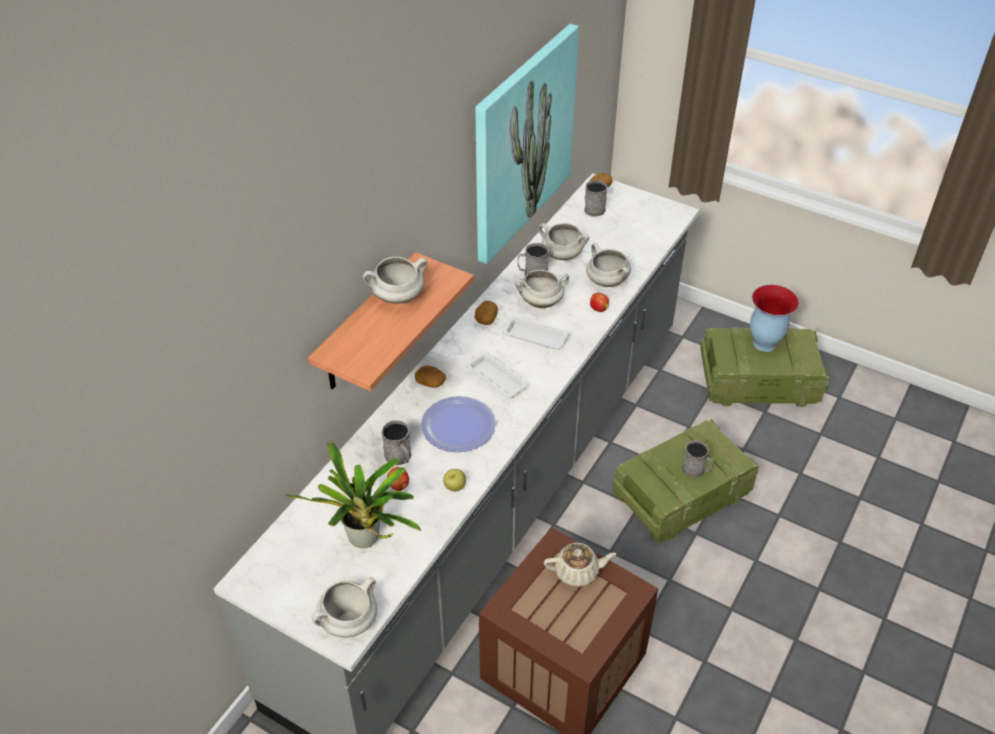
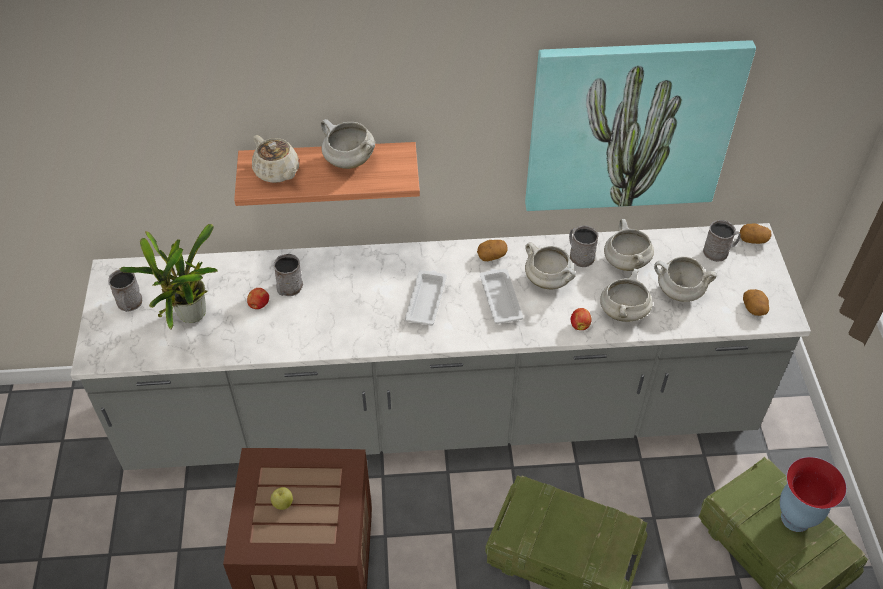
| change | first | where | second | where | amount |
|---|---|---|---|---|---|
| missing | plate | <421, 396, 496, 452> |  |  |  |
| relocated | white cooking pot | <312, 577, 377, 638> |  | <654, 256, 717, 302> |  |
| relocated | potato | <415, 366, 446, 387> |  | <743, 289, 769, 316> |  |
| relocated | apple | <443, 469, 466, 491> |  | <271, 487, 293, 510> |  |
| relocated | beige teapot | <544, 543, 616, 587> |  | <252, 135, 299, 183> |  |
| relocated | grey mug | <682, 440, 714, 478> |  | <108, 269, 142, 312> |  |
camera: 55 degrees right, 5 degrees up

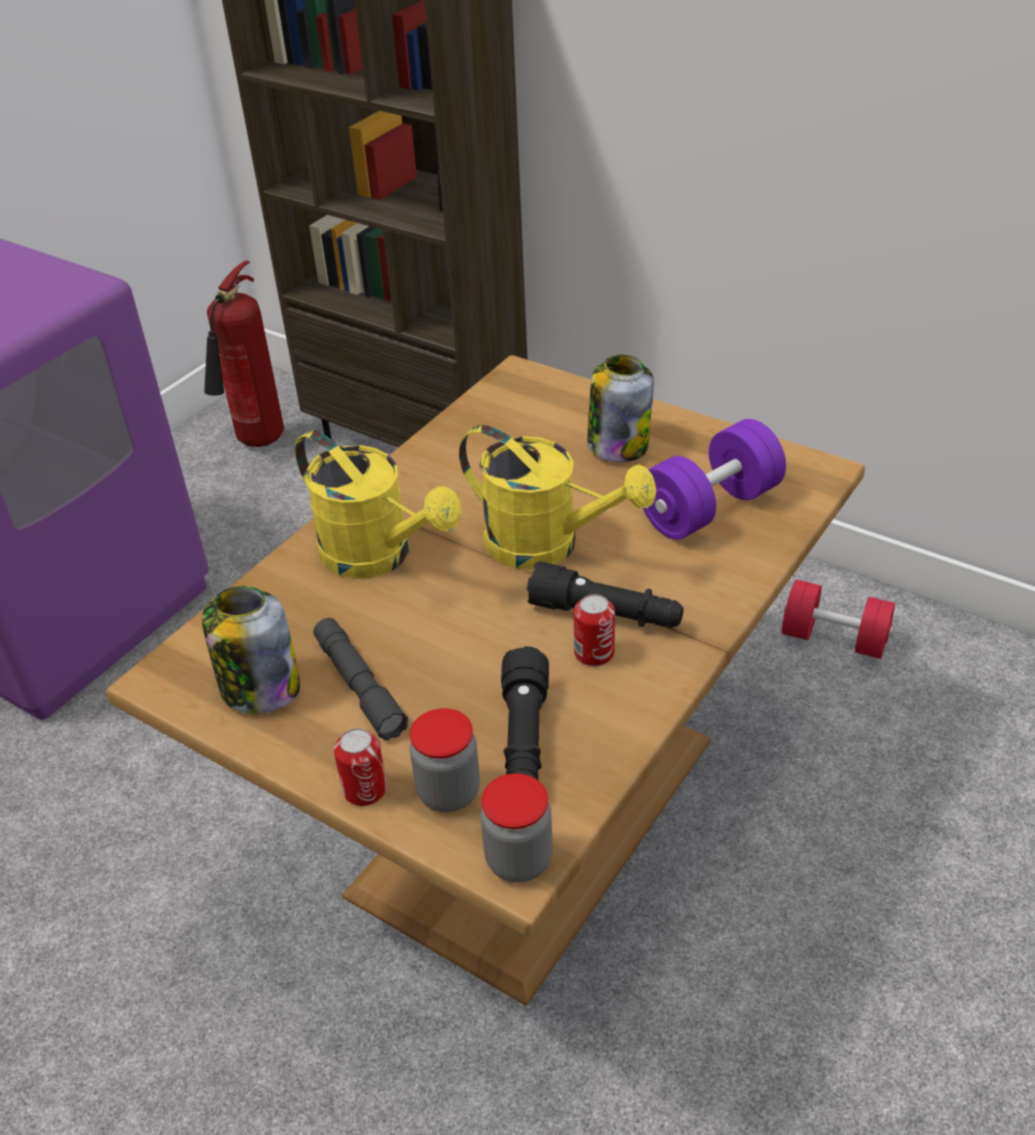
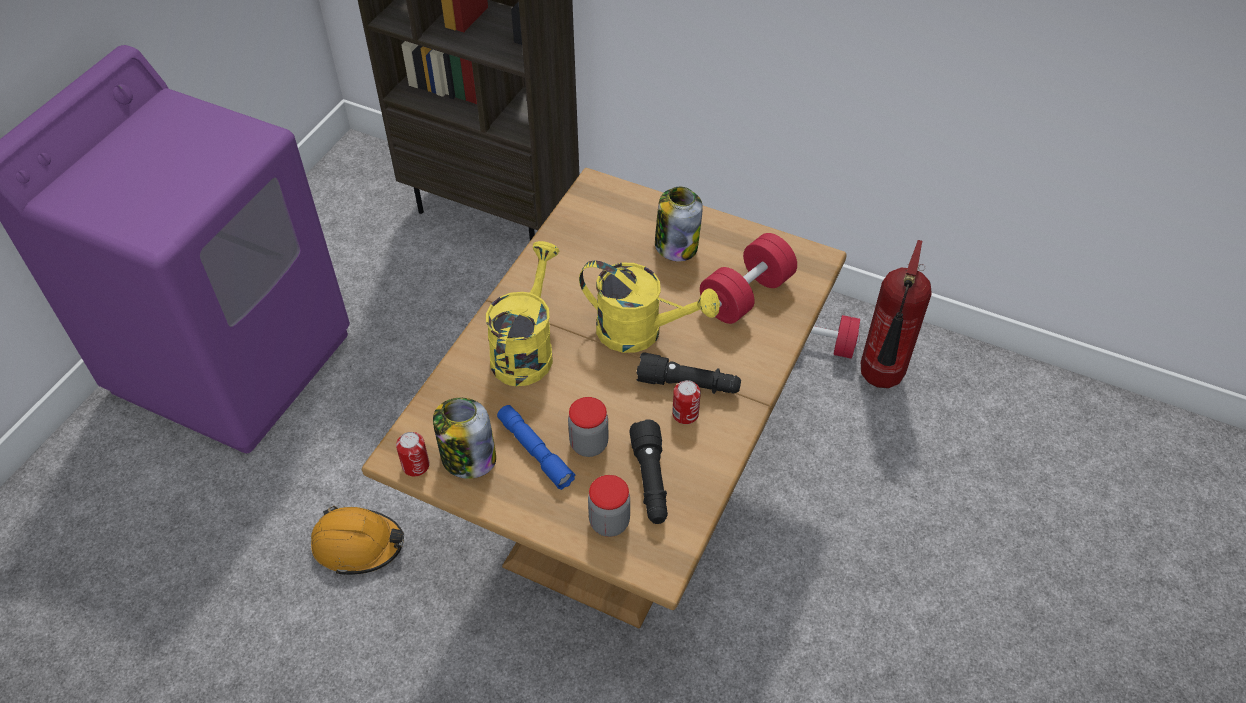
| change | first | where | second | where | amount |
|---|---|---|---|---|---|
| appeared |  |  | orange hard hat | <311, 506, 404, 575> |  |
| relocated | fire extinguisher | <204, 261, 284, 447> |  | <861, 240, 932, 388> |  |
| relocated | can | <334, 728, 387, 806> |  | <396, 432, 430, 477> |  |
| relocated | jar | <480, 773, 553, 882> |  | <568, 397, 609, 457> |  |
| colour | grey flashlight | <313, 618, 408, 740> | blue flashlight | <497, 405, 575, 490> |  |
| colour | purple dumbbell | <643, 419, 786, 540> | red dumbbell | <700, 233, 797, 324> |  |
| spun | yellow watering can | <295, 430, 462, 579> |  | <486, 241, 559, 386> | 105 degrees counterclockwise |
camera: 10 degrees left, 10 degrees up

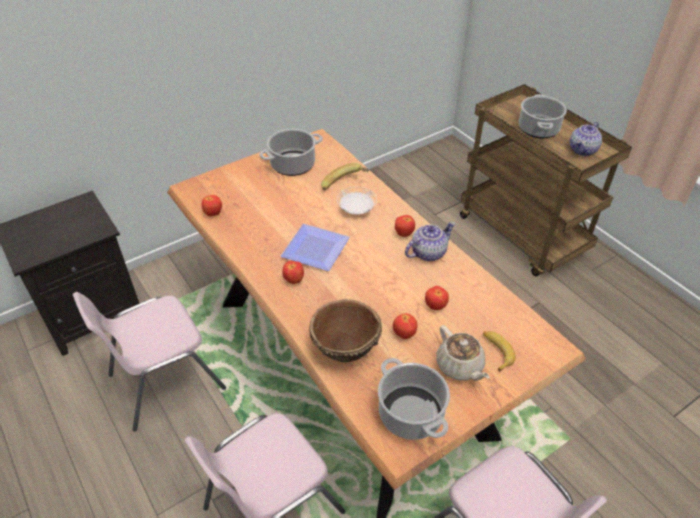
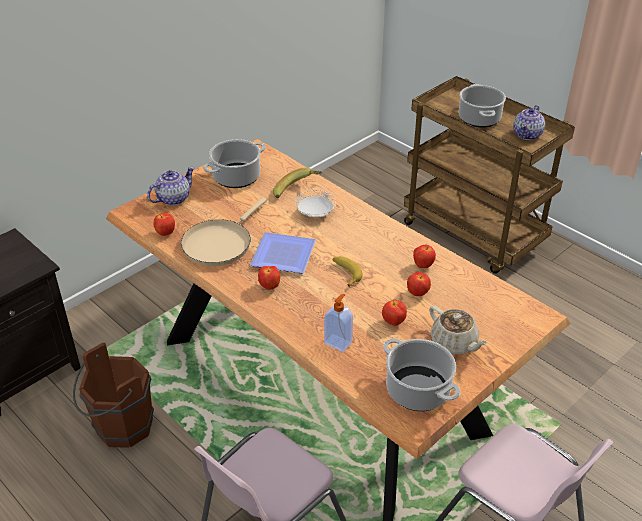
| change | first | where | second | where | amount |
|---|---|---|---|---|---|
| appeared |  |  | beige frying pan | <181, 198, 267, 266> |  |
| relocated | apple | <395, 215, 415, 237> |  | <413, 245, 436, 268> |  |
| relocated | teapot | <405, 222, 455, 261> |  | <147, 167, 195, 205> |  |
| relocated | banana | <483, 331, 516, 372> |  | <333, 256, 363, 287> |  |
| exchanged | pink chair | <73, 292, 226, 431> | brown bucket | <73, 343, 154, 448> |  |
| exchanged | brown bowl | <309, 299, 382, 362> | soap dispenser | <324, 294, 353, 352> |  |
camera: 10 degrees left, 5 degrees down

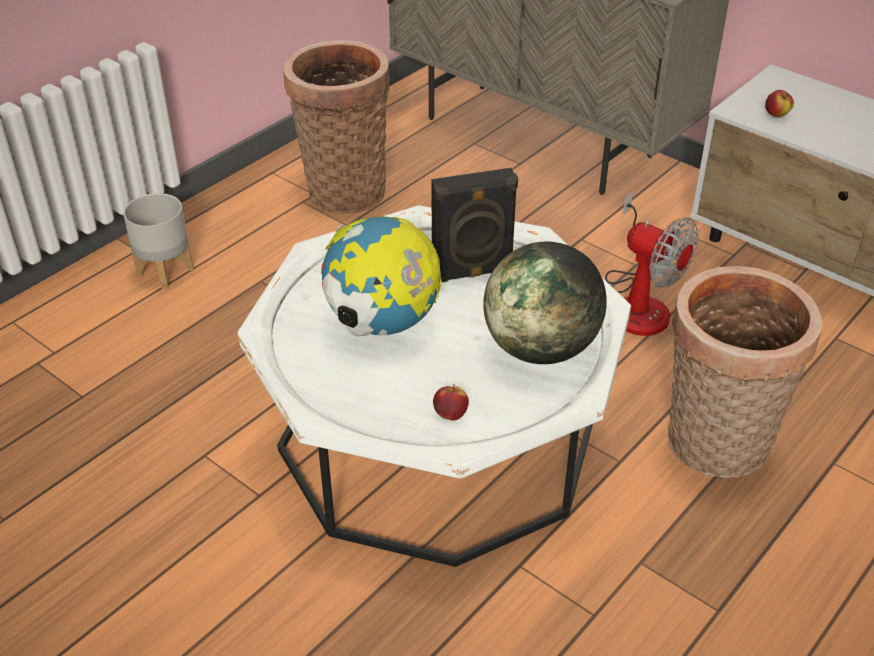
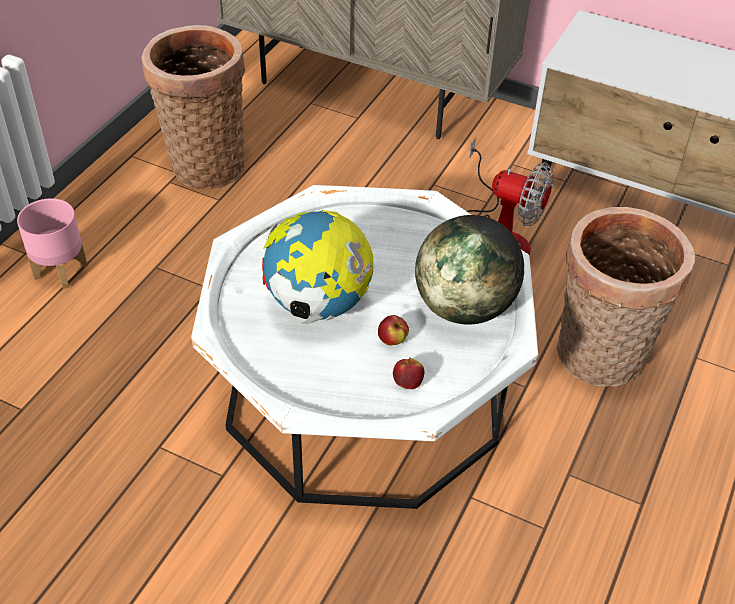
| change | first | where | second | where | amount |
|---|---|---|---|---|---|
| missing | black speaker | <432, 168, 518, 283> |  |  |  |
| relocated | apple | <765, 90, 794, 117> |  | <378, 315, 409, 346> |  |
| colour | grey planter | <123, 193, 193, 289> | pink planter | <17, 198, 88, 289> |  |
camera: 15 degrees left, 5 degrees up

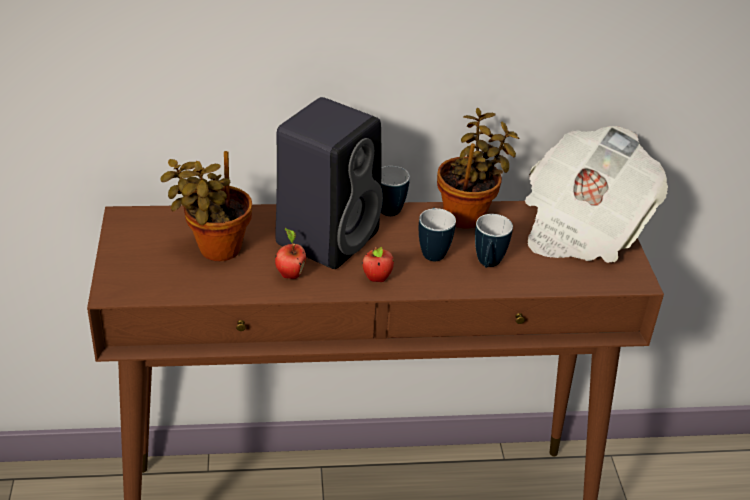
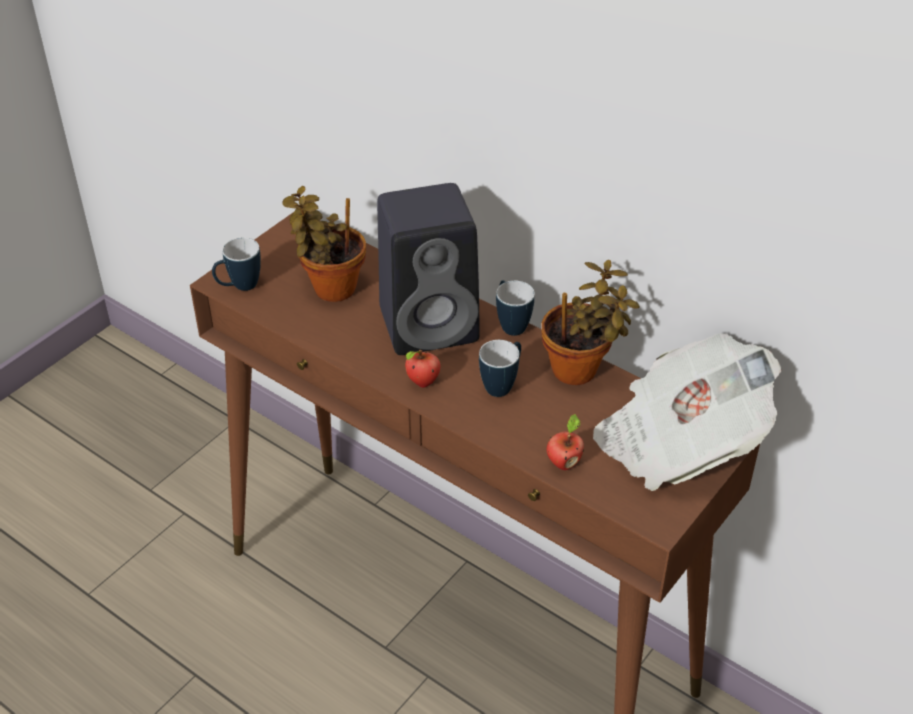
| change | first | where | second | where | amount |
|---|---|---|---|---|---|
| relocated | apple | <275, 228, 306, 279> |  | <547, 414, 584, 470> |  |
| relocated | mug | <475, 214, 513, 268> |  | <212, 237, 261, 291> |  |
camera: 45 degrees right, 5 degrees up

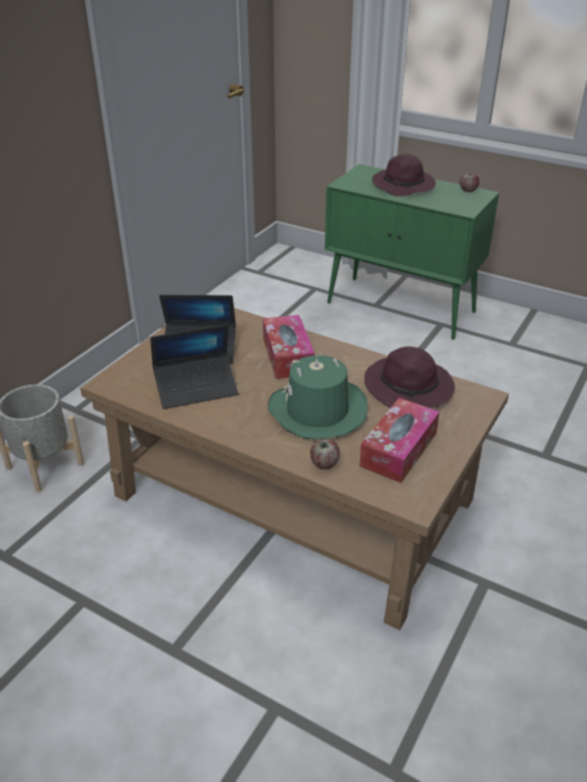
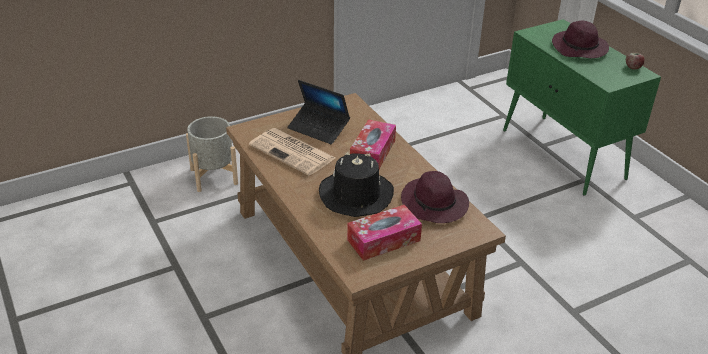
| change | first | where | second | where | amount |
|---|---|---|---|---|---|
| missing | apple | <310, 439, 340, 469> |  |  |  |
| exchanged | laptop | <150, 324, 238, 409> | newspaper | <249, 128, 335, 176> |  |
| colour | green hat | <268, 352, 368, 439> | black hat | <319, 152, 394, 217> |  |
camera: 30 degrees right, 0 degrees up

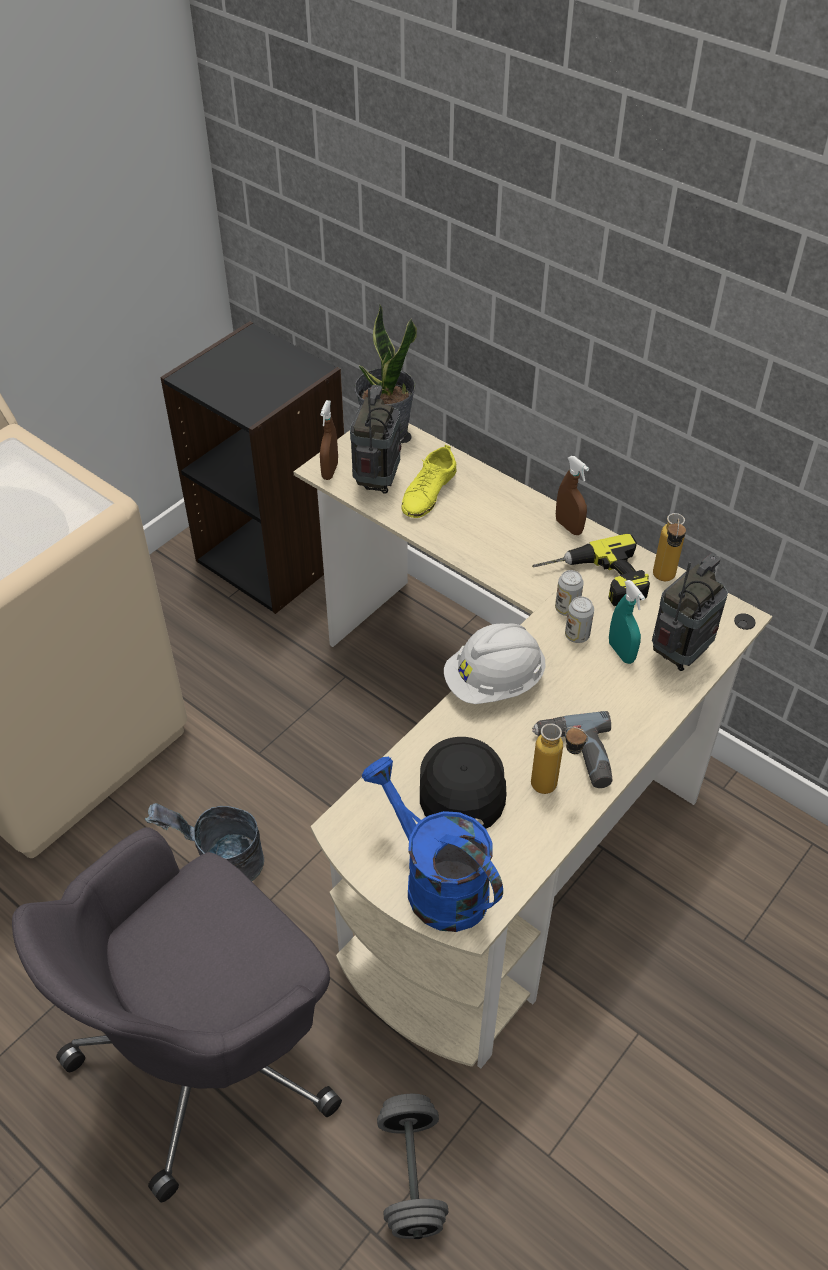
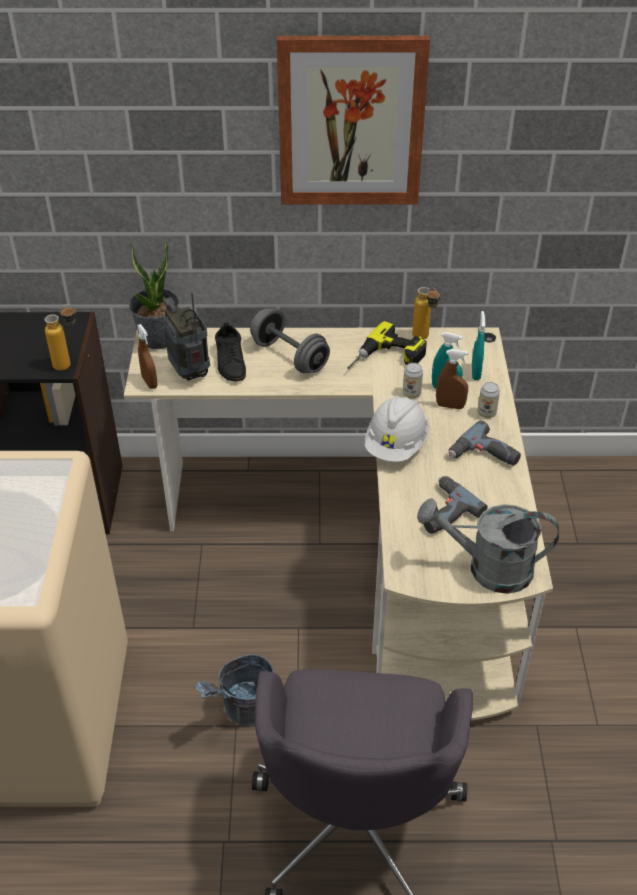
| change | first | where | second | where | amount |
|---|---|---|---|---|---|
| appeared |  |  | picture | <277, 36, 430, 205> |  |
| relocated | grey dumbbell | <377, 1094, 449, 1239> |  | <250, 308, 330, 373> |  |
| relocated | bottle | <531, 723, 588, 794> |  | <45, 305, 76, 371> |  |
| relocated | can | <555, 570, 584, 616> |  | <478, 382, 500, 418> |  |
| relocated | brown spray bottle | <556, 456, 589, 535> |  | <436, 349, 469, 409> |  |
| exchanged | black cap | <420, 737, 506, 829> | power drill | <424, 476, 488, 534> |  |
| exchanged | radio | <652, 553, 728, 671> | turquoise spray bottle | <472, 311, 485, 380> |  |
| colour | blue watering can | <362, 757, 503, 932> | grey watering can | <417, 498, 559, 594> |  |
| colour | yellow shoe | <402, 445, 456, 518> | black shoe | <215, 322, 246, 381> |  |
camera: 40 degrees left, 5 degrees down

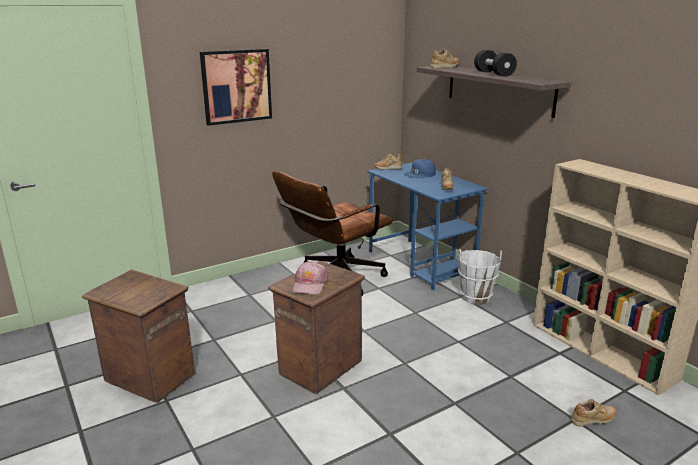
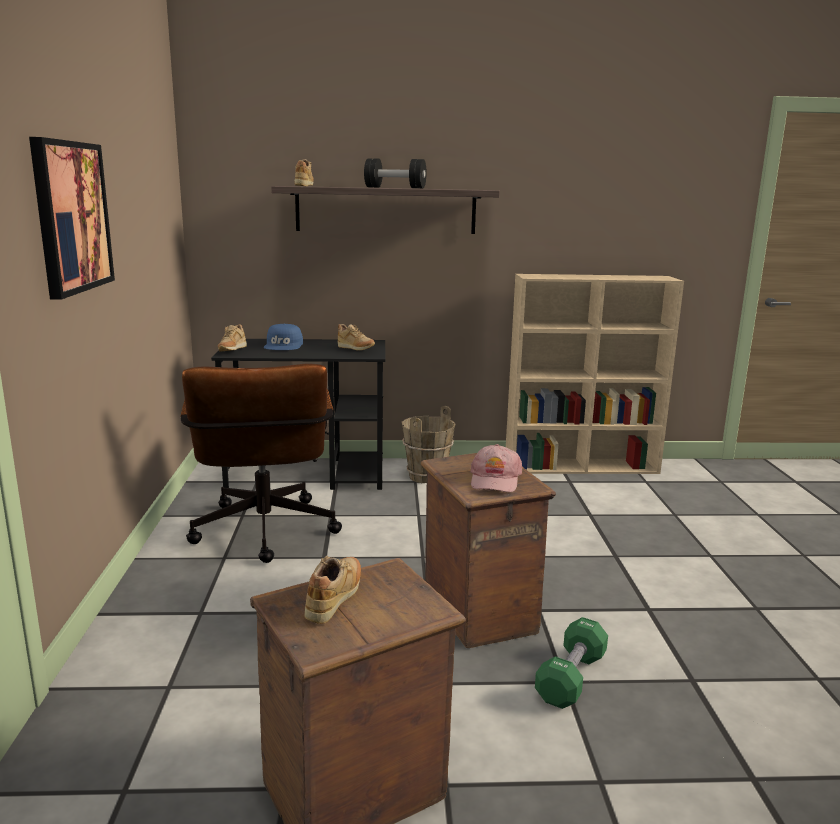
| change | first | where | second | where | amount |
|---|---|---|---|---|---|
| appeared |  |  | green dumbbell | <535, 617, 608, 709> |  |
| relocated | beige shoe | <571, 399, 616, 426> |  | <304, 556, 361, 624> |  |
| colour | blue desk | <368, 162, 488, 290> | black desk | <211, 339, 385, 490> |  |
| colour | white bucket | <458, 249, 502, 305> | brown bucket | <402, 406, 456, 484> |  |
| spun | pink cap | <292, 261, 328, 295> |  | <470, 444, 522, 492> | 60 degrees clockwise |
camera: 60 degrees left, 5 degrees down

